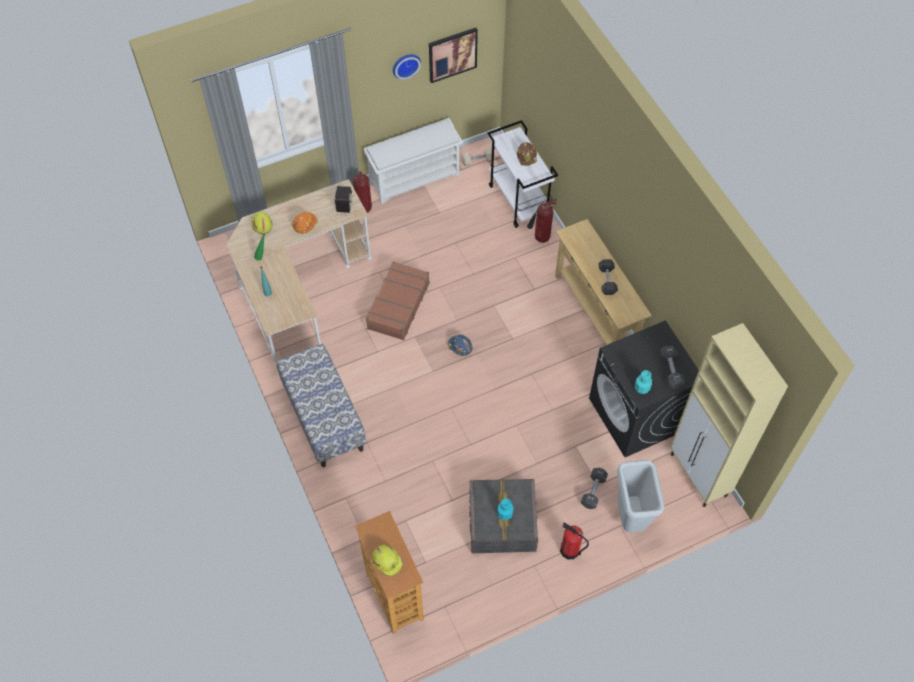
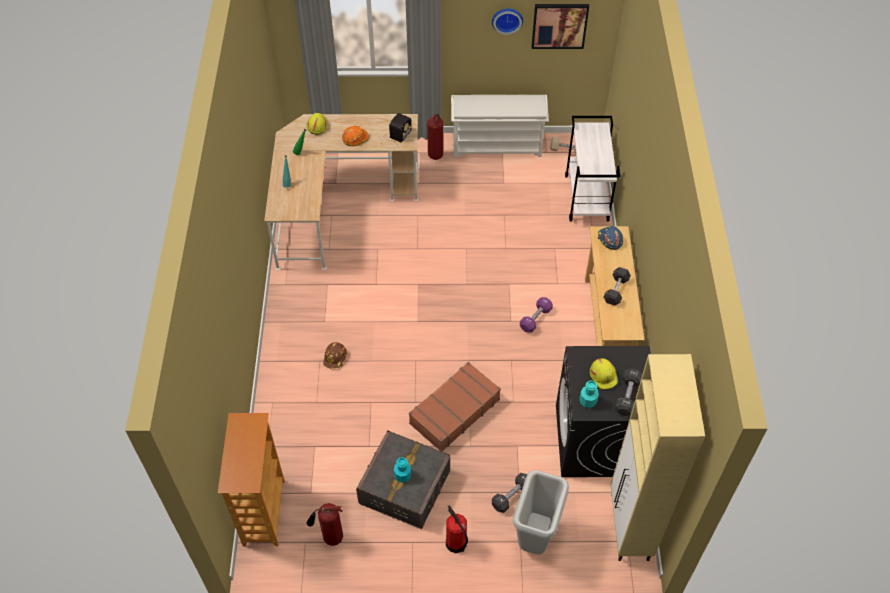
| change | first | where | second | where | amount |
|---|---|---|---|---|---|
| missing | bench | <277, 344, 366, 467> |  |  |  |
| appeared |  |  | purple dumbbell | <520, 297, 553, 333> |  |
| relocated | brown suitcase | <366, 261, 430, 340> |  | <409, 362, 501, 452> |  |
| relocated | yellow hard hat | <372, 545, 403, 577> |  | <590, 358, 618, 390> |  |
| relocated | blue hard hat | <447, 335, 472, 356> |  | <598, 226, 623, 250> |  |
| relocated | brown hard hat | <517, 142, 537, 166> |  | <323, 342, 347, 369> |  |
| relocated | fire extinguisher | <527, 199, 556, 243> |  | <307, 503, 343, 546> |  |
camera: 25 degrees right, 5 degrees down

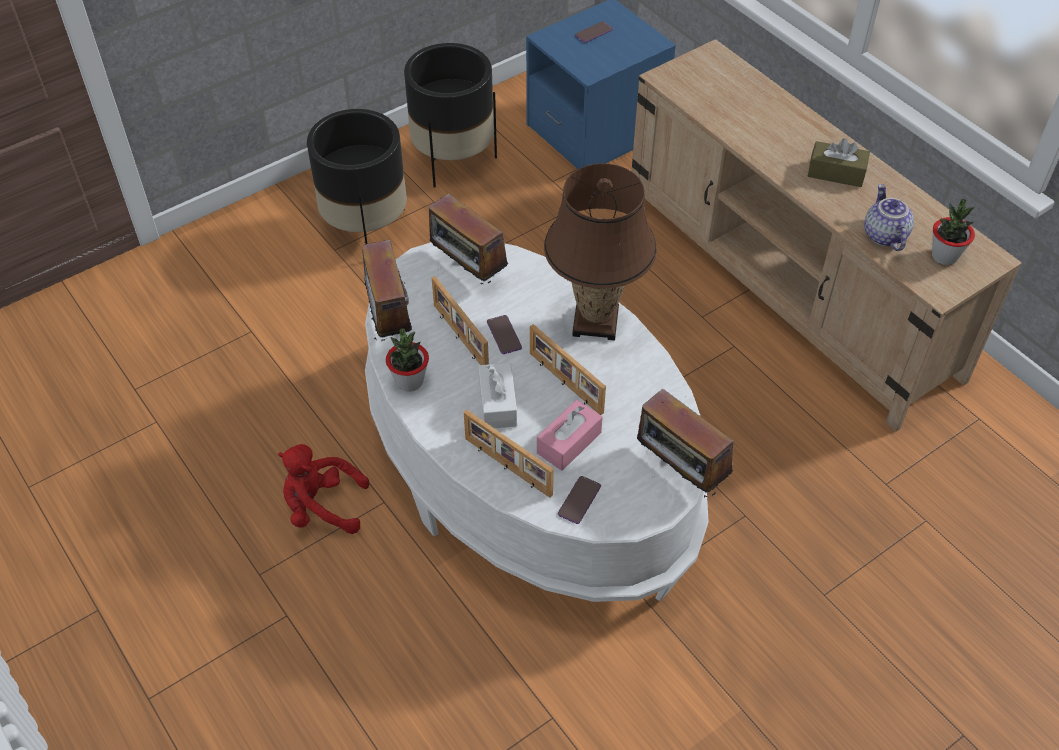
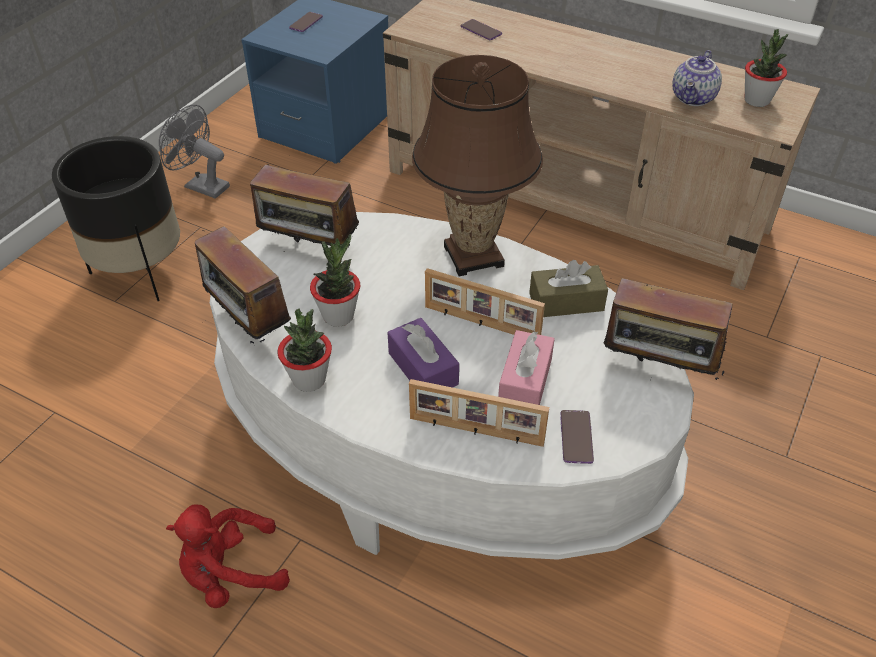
| change | first | where | second | where | amount |
|---|---|---|---|---|---|
| relocated | phone | <487, 315, 522, 354> |  | <461, 19, 502, 40> |  |
| relocated | brown tissue box | <808, 138, 870, 187> |  | <529, 260, 608, 317> |  |
| exchanged | black planter | <404, 43, 497, 188> | grey fan | <159, 104, 230, 199> |  |
| exchanged | picture frame | <432, 276, 489, 365> | potted plant | <310, 234, 360, 327> |  |
| colour | white tissue box | <478, 363, 517, 428> | purple tissue box | <387, 318, 459, 388> |  |
| spun | teapot | <864, 184, 914, 251> |  | <672, 50, 722, 106> | 120 degrees counterclockwise |
camera: 25 degrees left, 5 degrees down

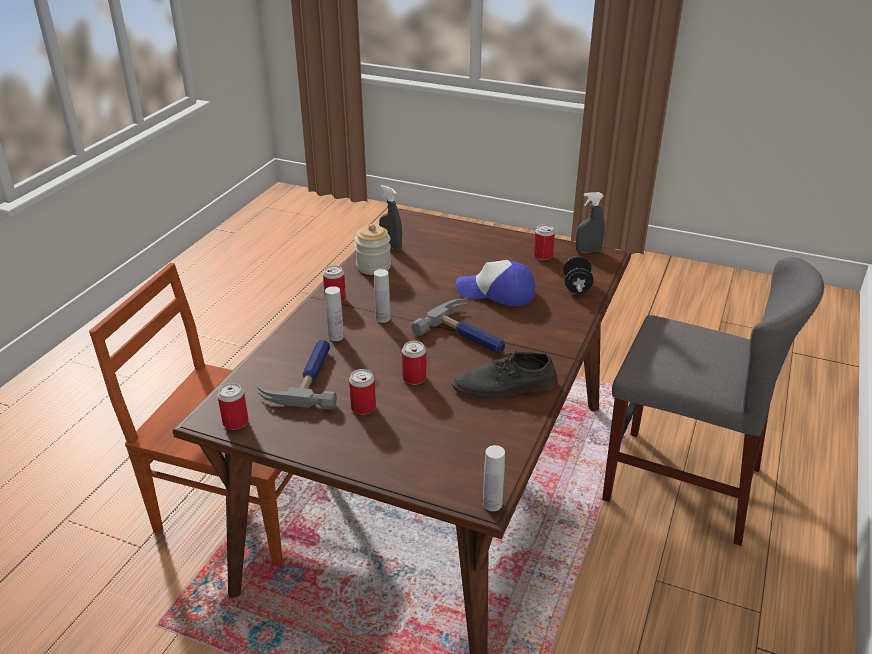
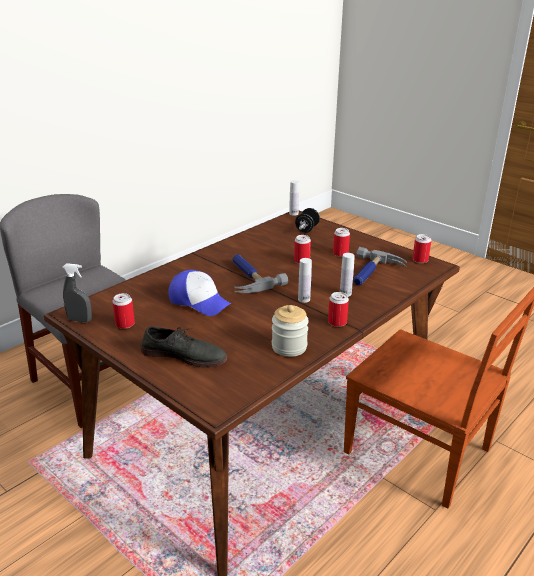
| change | first | where | second | where | amount |
|---|---|---|---|---|---|
| missing | grey spray bottle | <379, 185, 402, 250> |  |  |  |
| relocated | grey shoe | <452, 349, 558, 400> |  | <141, 326, 227, 368> |  |
| relocated | black dumbbell | <563, 256, 594, 293> |  | <295, 208, 320, 233> |  |
camera: 160 degrees left, 5 degrees down

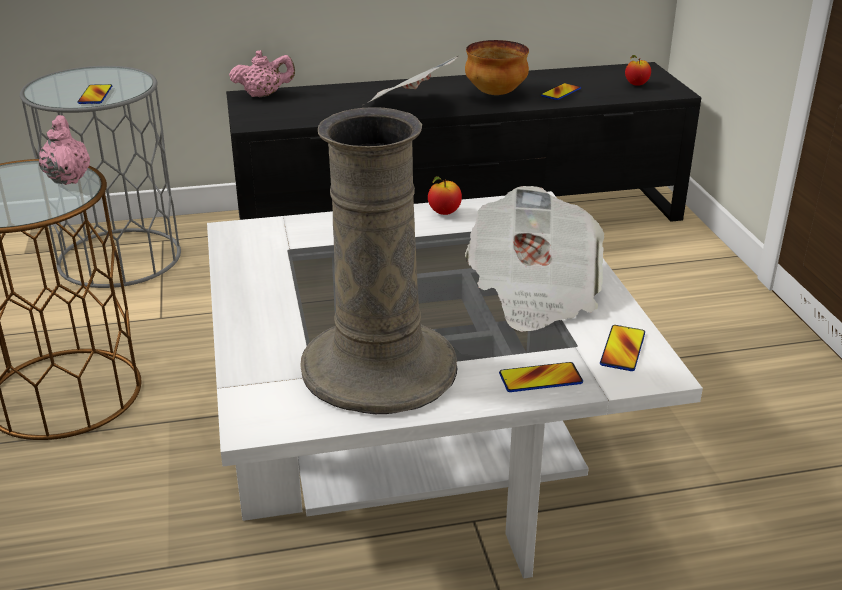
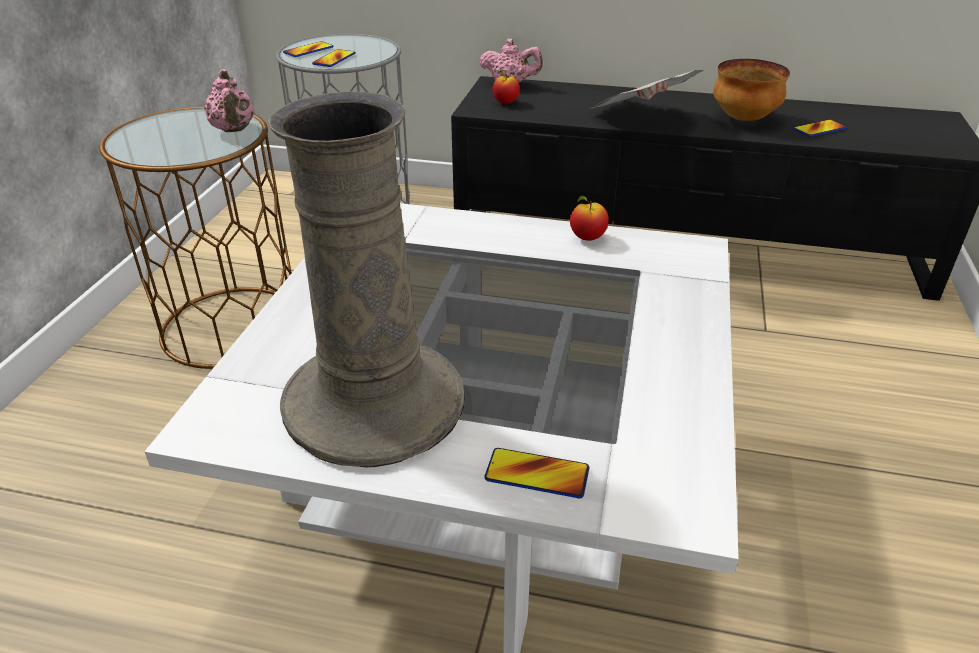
| change | first | where | second | where | amount |
|---|---|---|---|---|---|
| missing | newspaper | <465, 186, 604, 332> |  |  |  |
| relocated | phone | <600, 325, 645, 371> |  | <283, 41, 333, 57> |  |
| relocated | apple | <625, 55, 651, 86> |  | <493, 70, 519, 104> |  |
| spun | pink teapot | <39, 115, 90, 185> |  | <204, 69, 254, 132> | 150 degrees clockwise |
camera: 25 degrees right, 5 degrees up

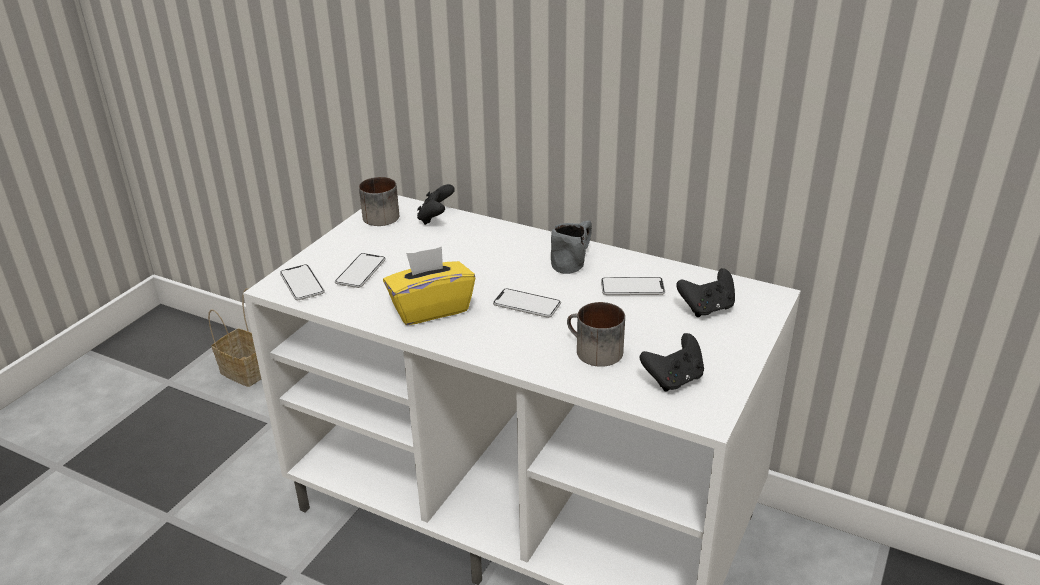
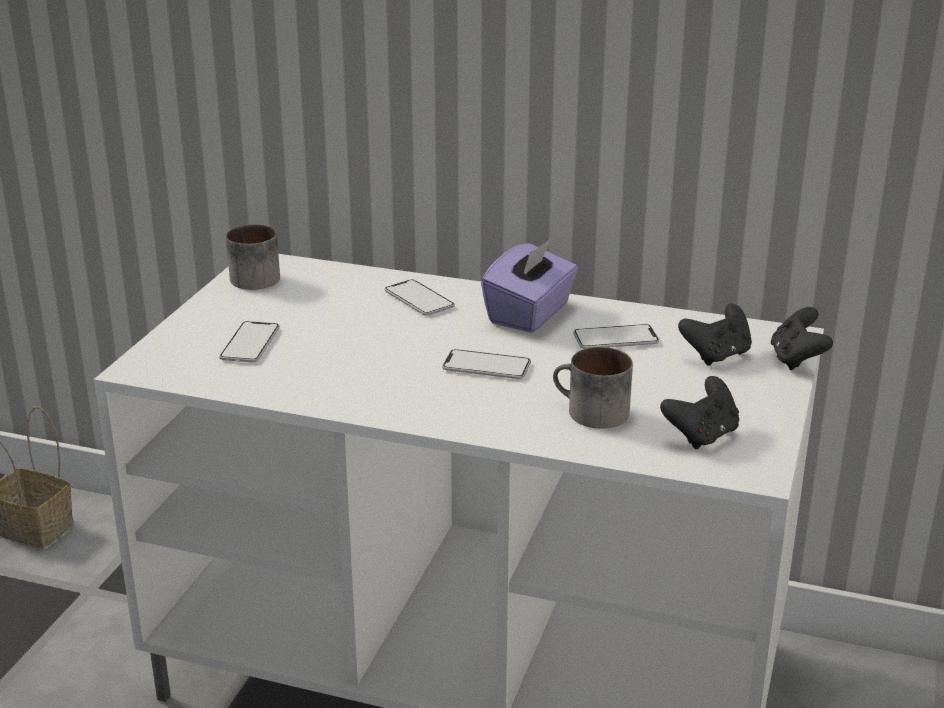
| change | first | where | second | where | amount |
|---|---|---|---|---|---|
| missing | yellow tissue box | <383, 247, 475, 325> |  |  |  |
| relocated | phone | <280, 264, 325, 300> |  | <384, 279, 455, 316> |  |
| relocated | black game controller | <417, 184, 455, 225> |  | <771, 307, 833, 370> |  |
| exchanged | grey mug | <551, 221, 592, 274> | purple tissue box | <481, 238, 578, 333> |  |
camera: 10 degrees left, 5 degrees down

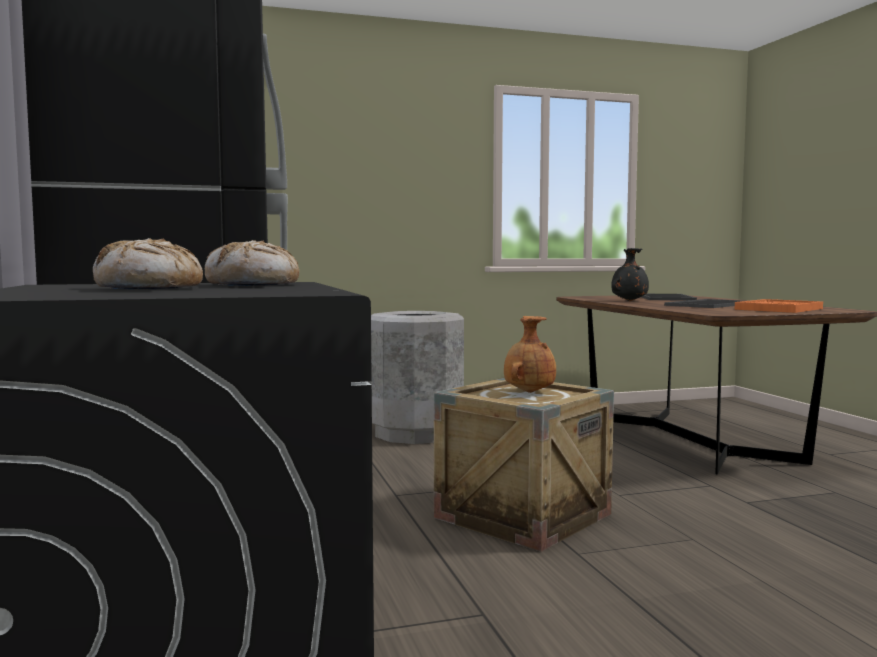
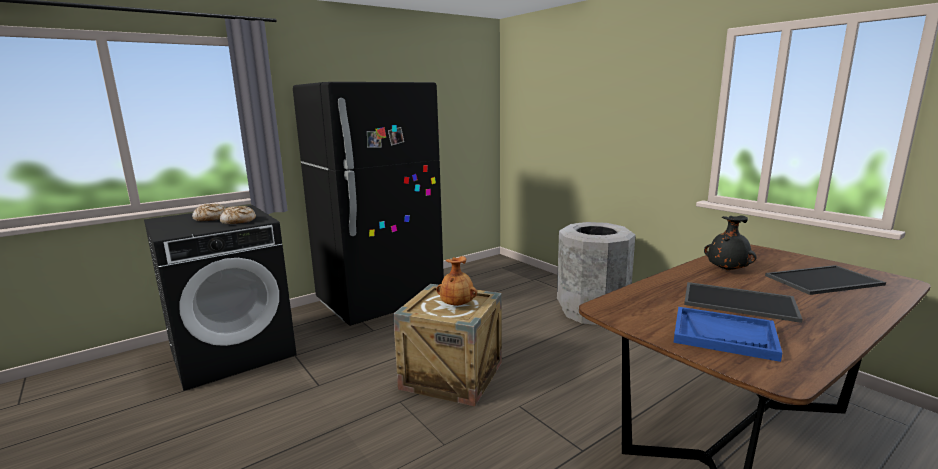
| change | first | where | second | where | amount |
|---|---|---|---|---|---|
| colour | orange tray | <735, 299, 823, 313> | blue tray | <674, 307, 782, 362> |  |
camera: 70 degrees right, 10 degrees up

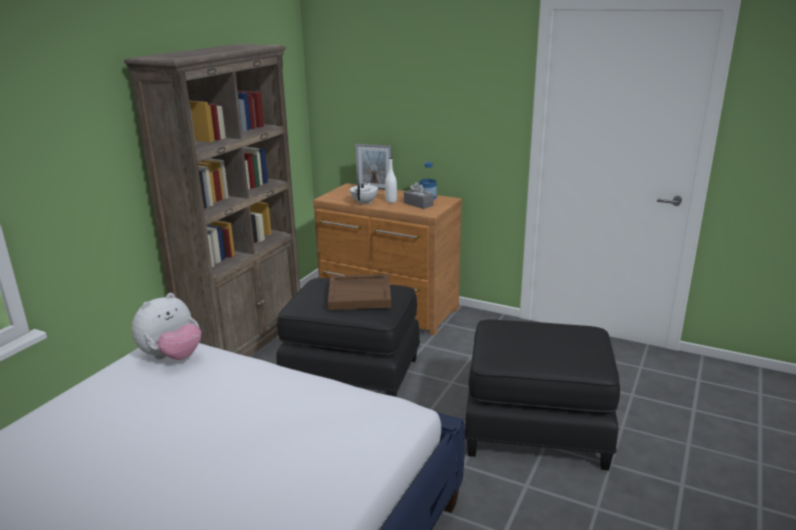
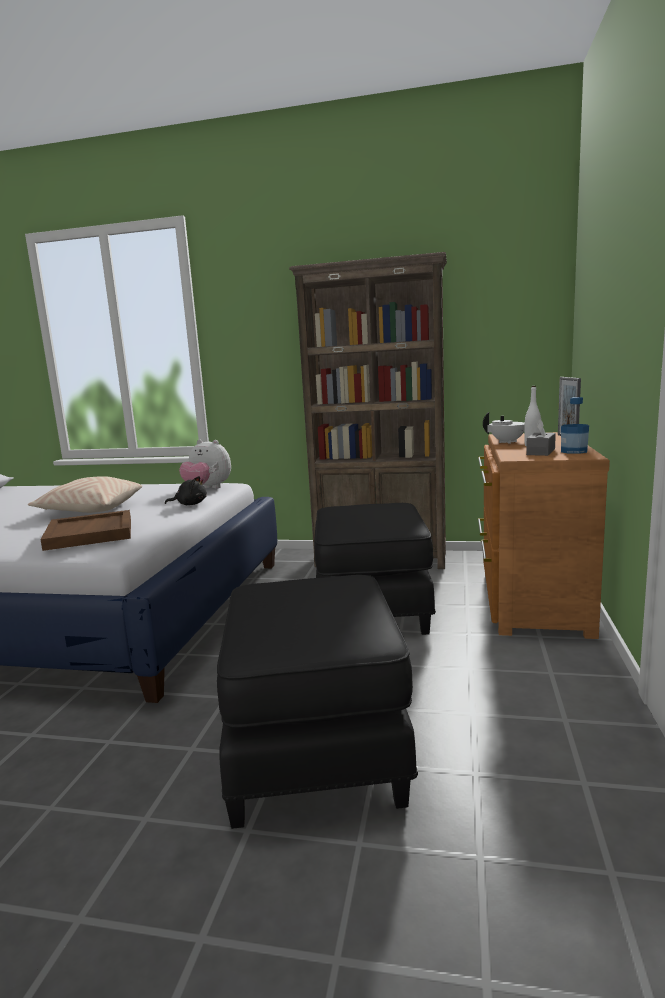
| change | first | where | second | where | amount |
|---|---|---|---|---|---|
| appeared |  |  | beige pillow | <28, 476, 142, 513> |  |
| appeared |  |  | black plush toy | <165, 476, 207, 505> |  |
| relocated | brown tray | <328, 274, 391, 310> |  | <40, 510, 131, 551> |  |
camera: 75 degrees right, 10 degrees down

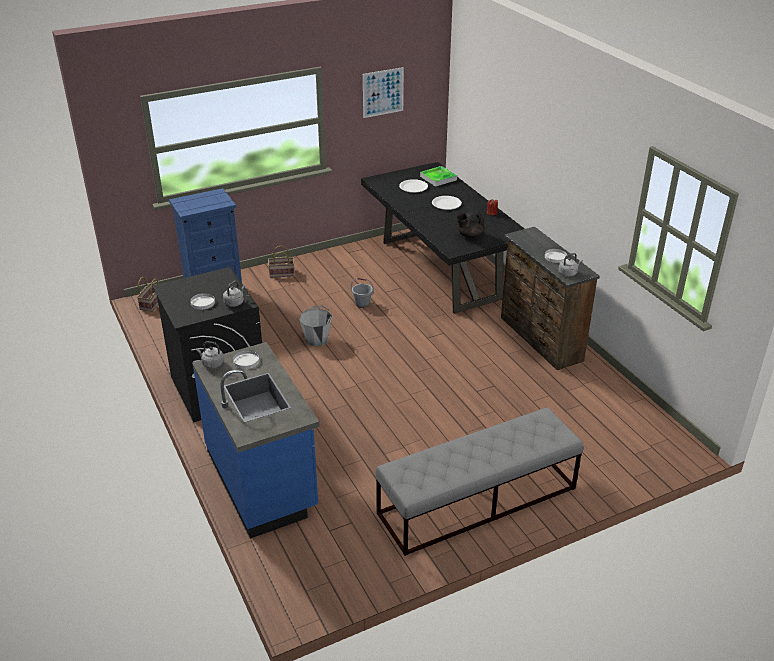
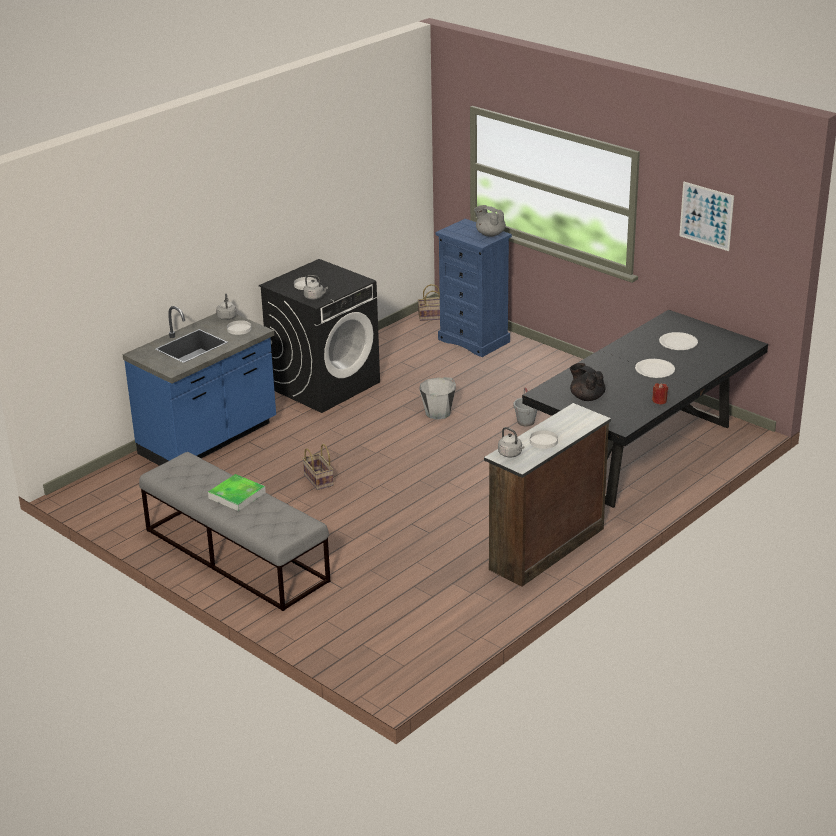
| change | first | where | second | where | amount |
|---|---|---|---|---|---|
| appeared |  |  | grey teapot | <474, 205, 506, 237> |  |
| relocated | basket | <268, 246, 295, 278> |  | <302, 444, 334, 490> |  |
| relocated | tray | <420, 166, 457, 187> |  | <208, 474, 266, 511> |  |
camera: 70 degrees right, 5 degrees down

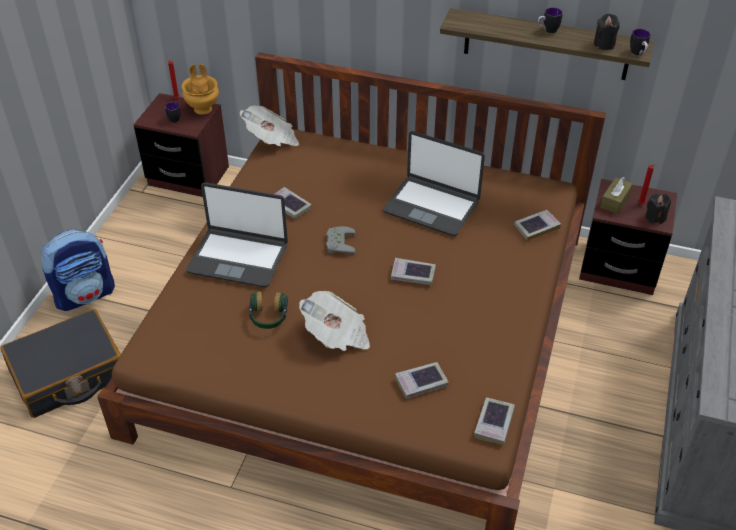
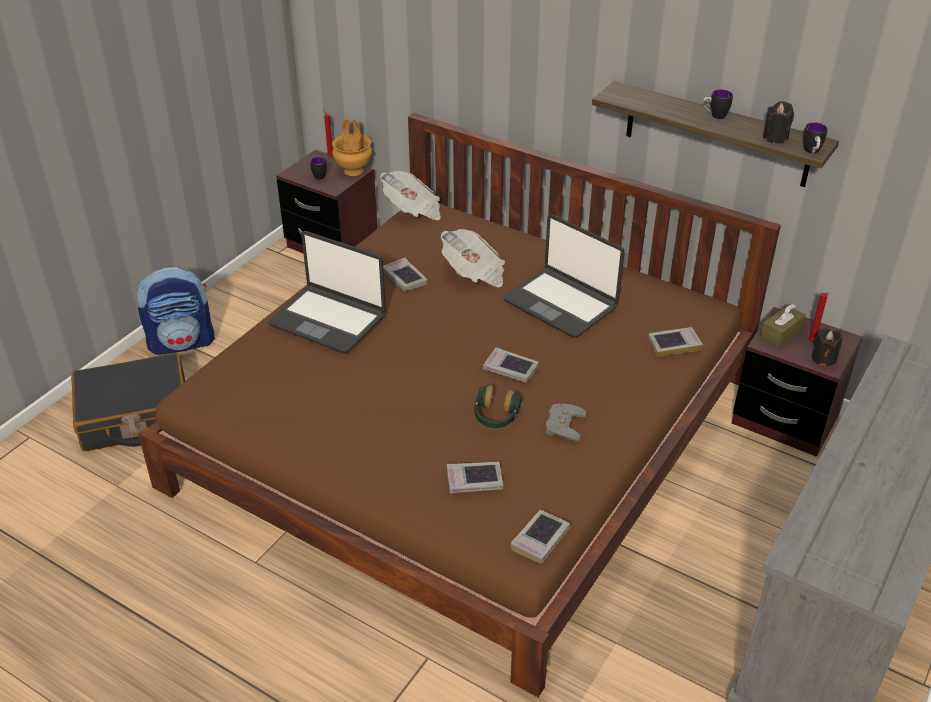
| change | first | where | second | where | amount |
|---|---|---|---|---|---|
| relocated | headphones | <249, 291, 288, 329> |  | <474, 385, 522, 428> |  |
| relocated | newspaper | <299, 291, 370, 351> |  | <441, 229, 505, 287> |  |
| relocated | grey game controller | <326, 226, 355, 254> |  | <546, 404, 586, 442> |  |
camera: 15 degrees right, 5 degrees down

